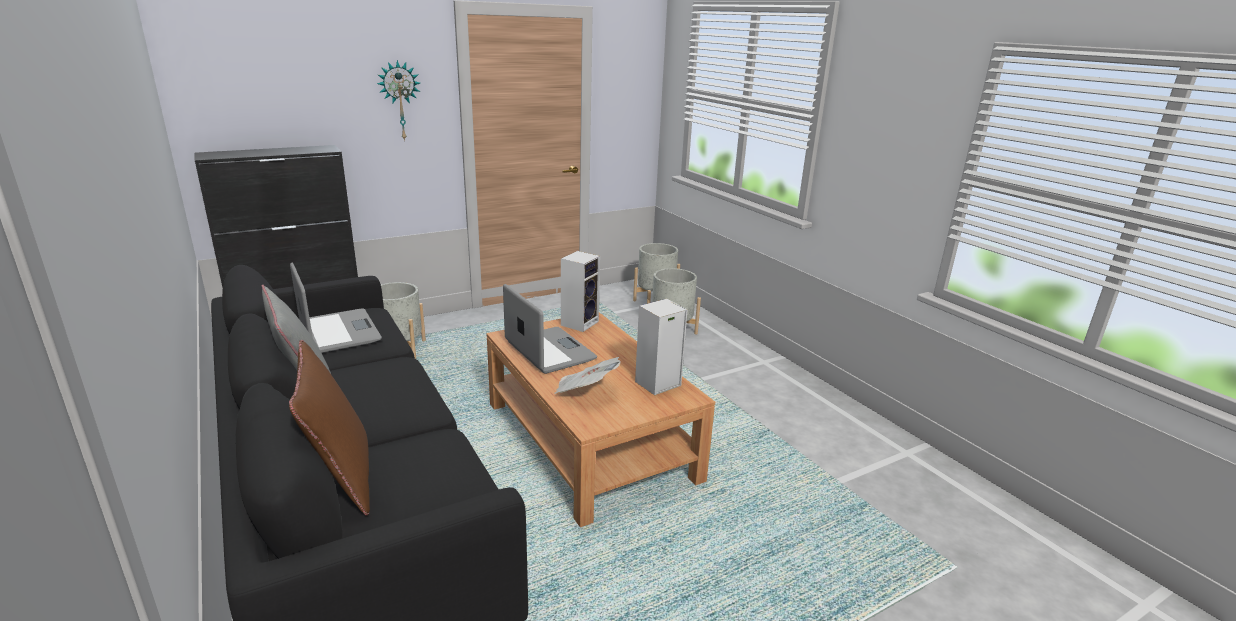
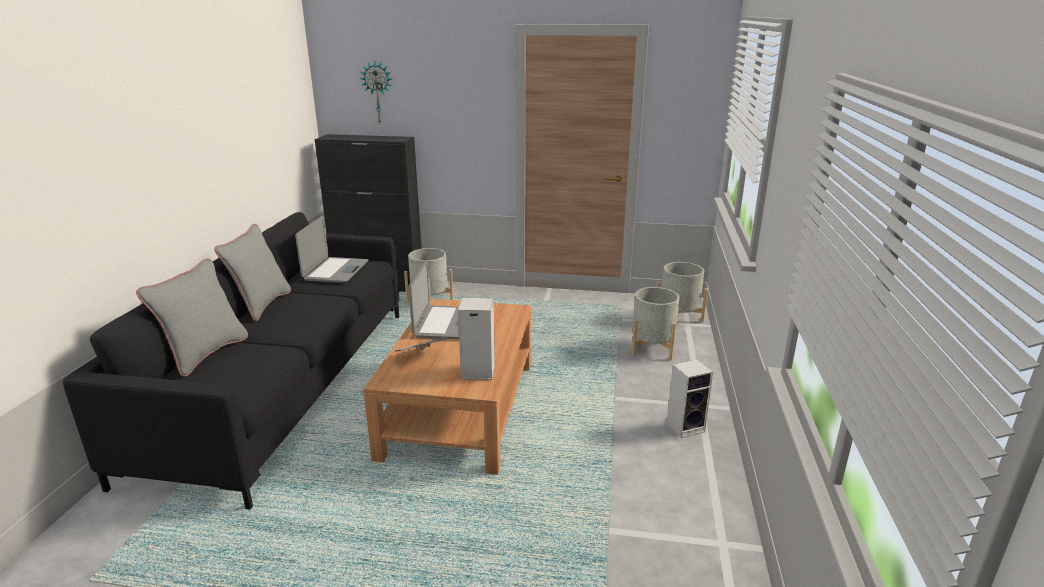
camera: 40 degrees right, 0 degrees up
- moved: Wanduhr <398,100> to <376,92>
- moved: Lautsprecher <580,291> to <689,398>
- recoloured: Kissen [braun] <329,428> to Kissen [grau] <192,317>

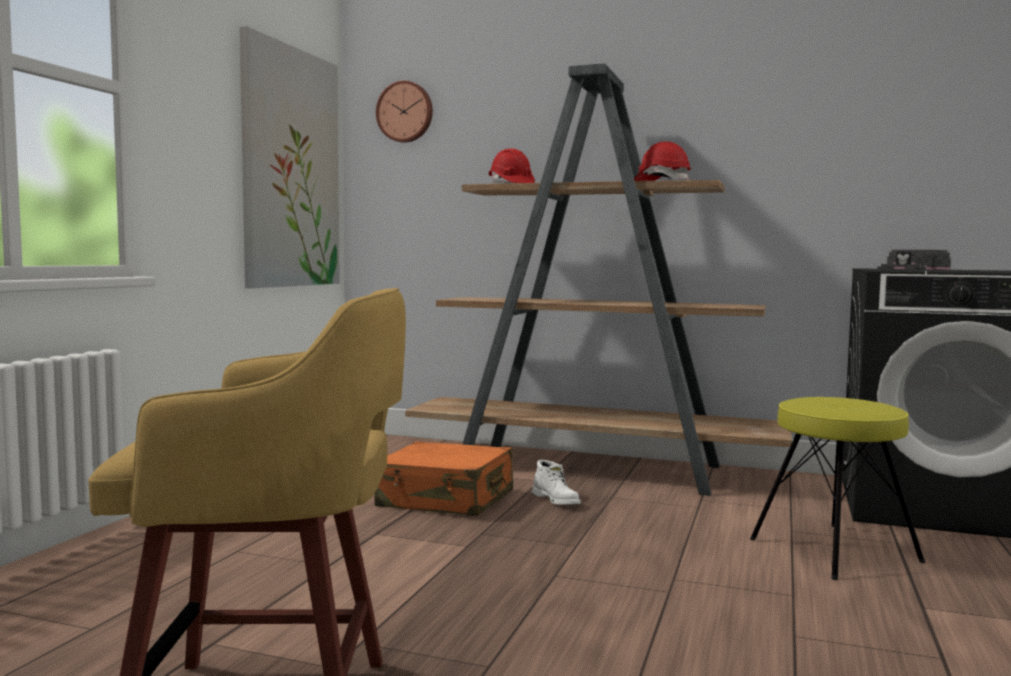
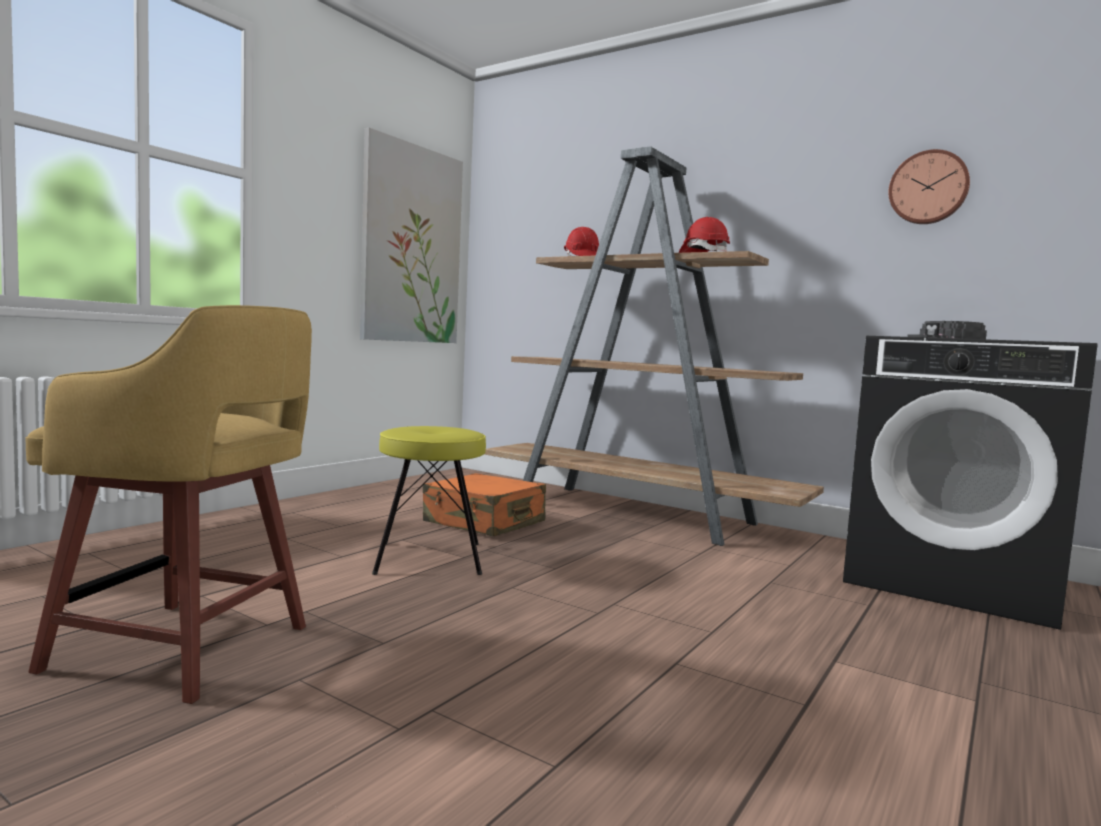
camera: 15 degrees right, 0 degrees up
- removed: Stiefel [weiß] <556,482>
- moved: Wanduhr <404,112> to <929,186>
- moved: Hocker [gelb] <837,488> to <429,500>

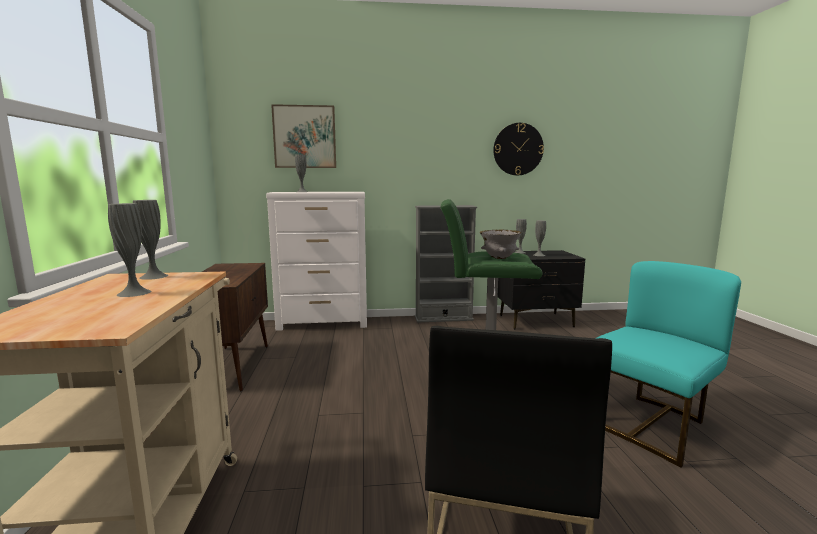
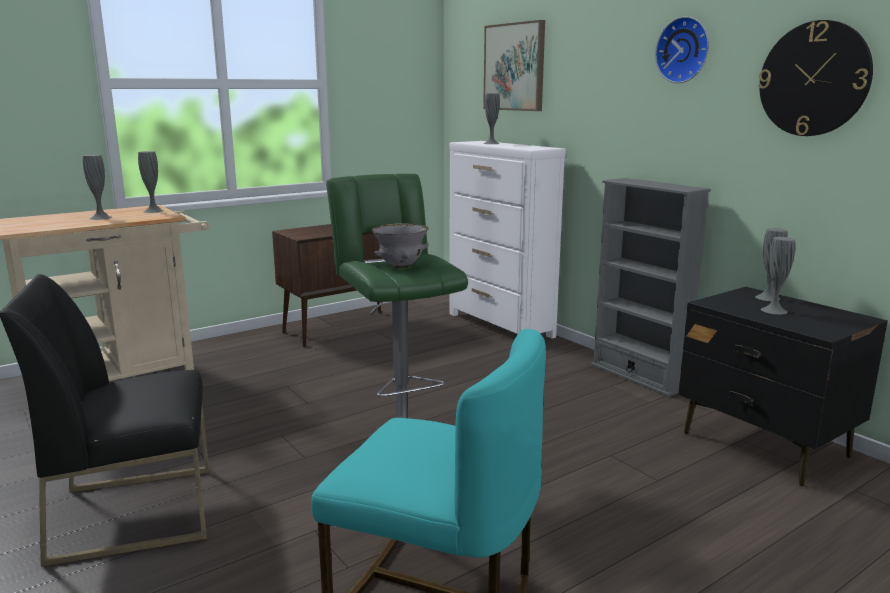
camera: 60 degrees right, 5 degrees up
- added: Wanduhr <682,49>

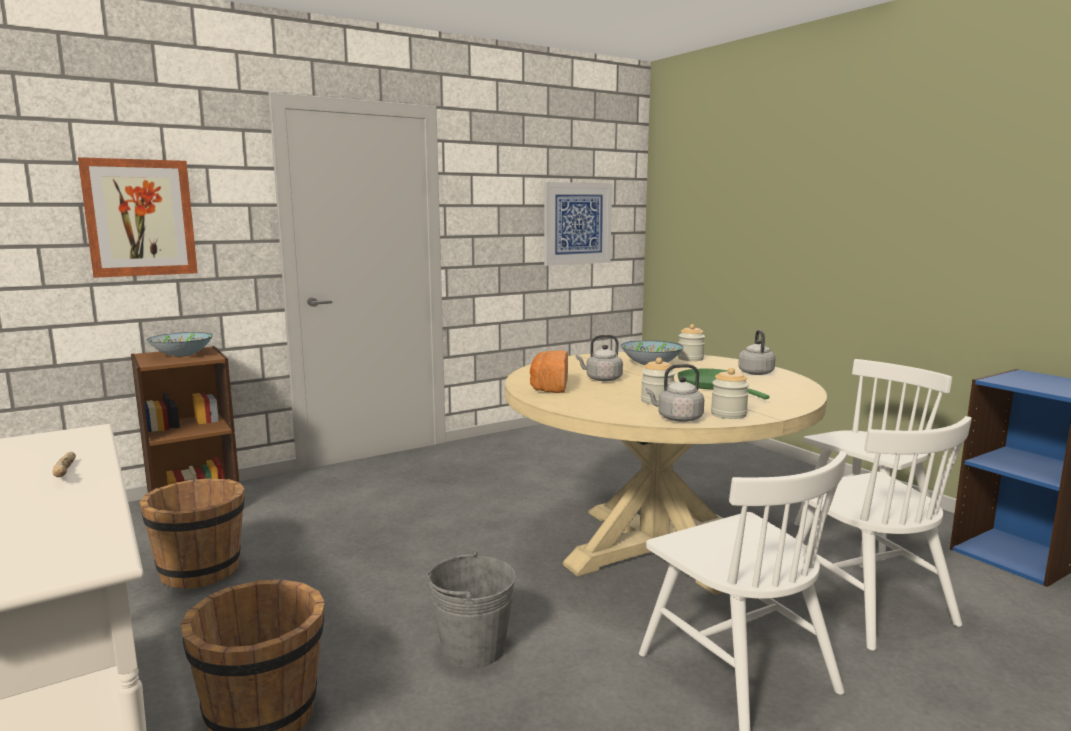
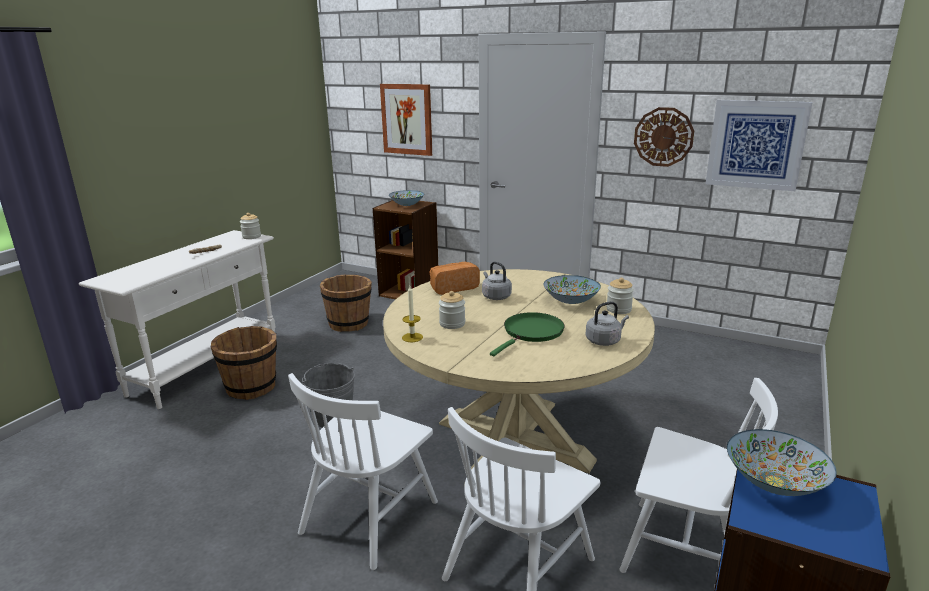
camera: 60 degrees right, 10 degrees up
- added: Wanduhr <664,137>
- added: Schüssel <782,462>
- moved: Vorratsglas <730,393> to <250,226>
- replaced: Wasserkessel [grau] <675,393> to Kerze <412,314>

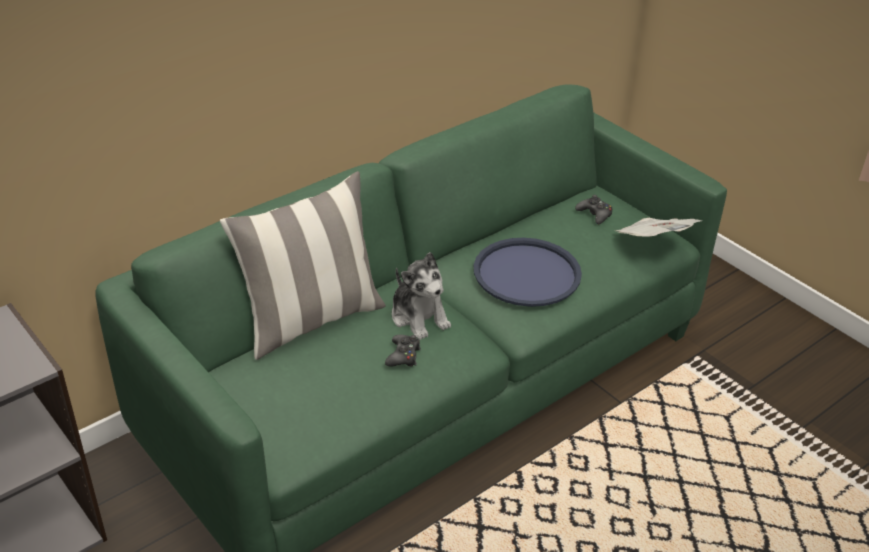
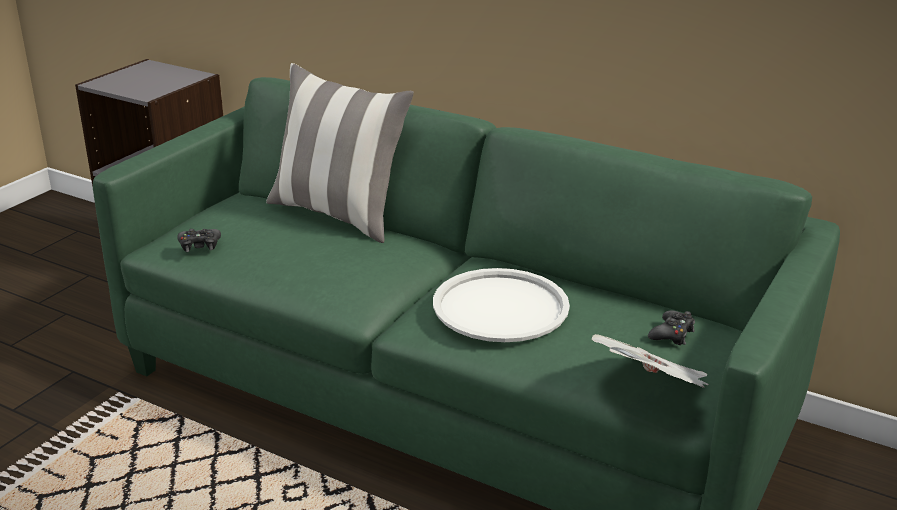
camera: 70 degrees right, 10 degrees down
- removed: Plüschtier <421,296>
- moved: Gamepad [schwarz] <403,350> to <199,240>
- recoloured: Tablett [blau] <528,272> to Tablett [weiß] <501,305>

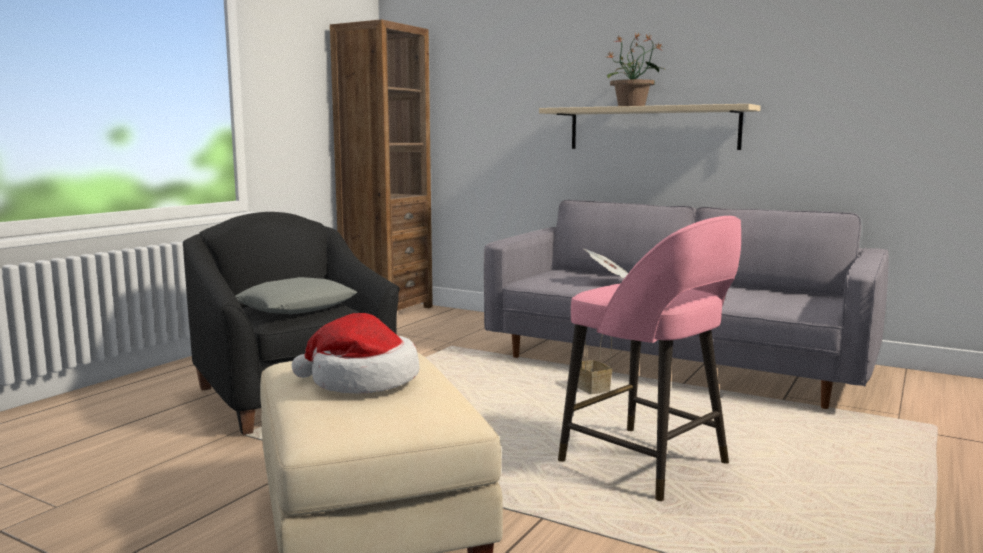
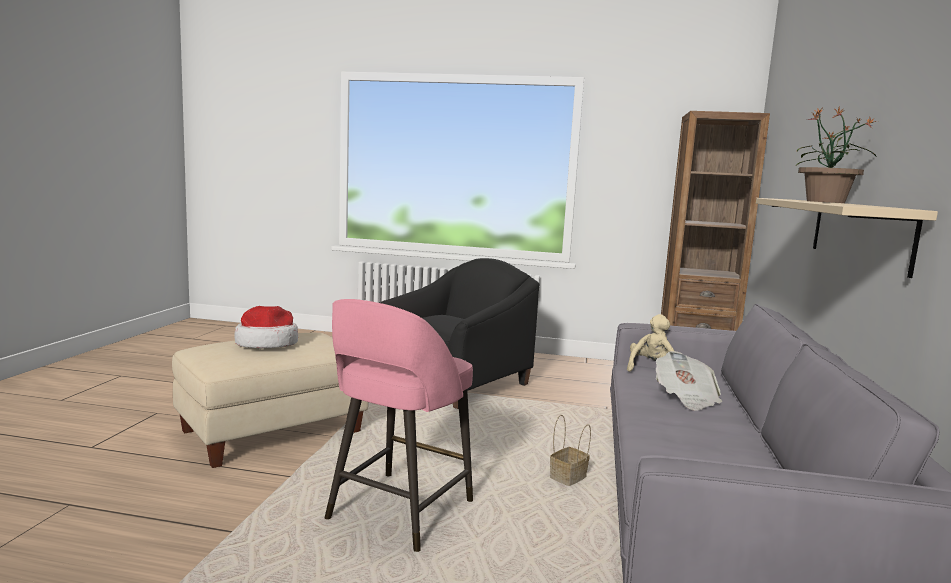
camera: 70 degrees right, 0 degrees up
- removed: Kissen [grau] <297,295>
- added: Plüschtier [beige] <650,343>

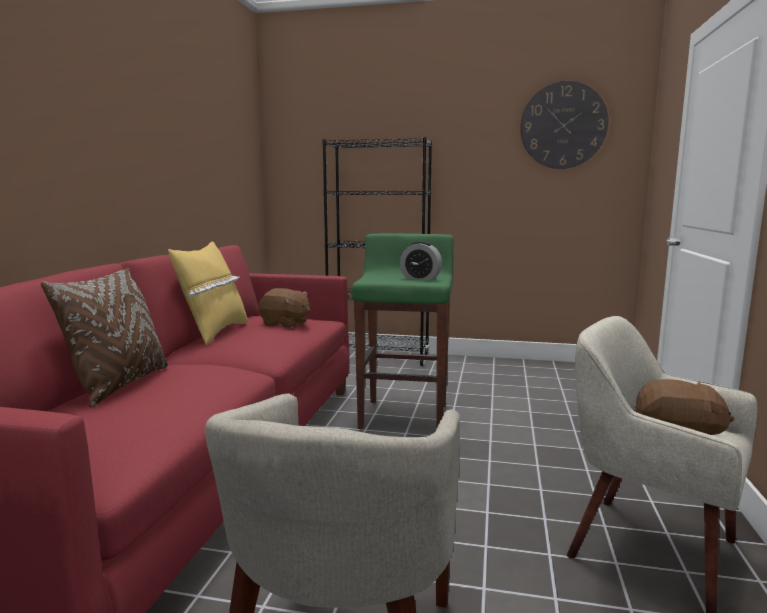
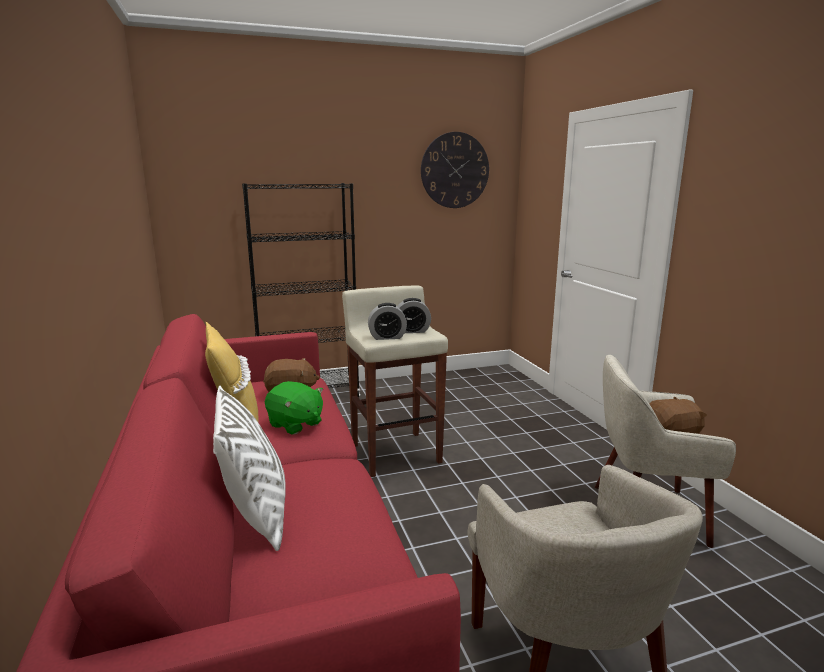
camera: 30 degrees left, 5 degrees up
- added: Plüschtier [grün] <294,407>
- added: Wecker <387,321>
- recoloured: Kissen [braun] <104,337> to Kissen [weiß] <249,468>
- recoloured: Hocker [grün] <403,331> to Hocker [beige] <395,381>

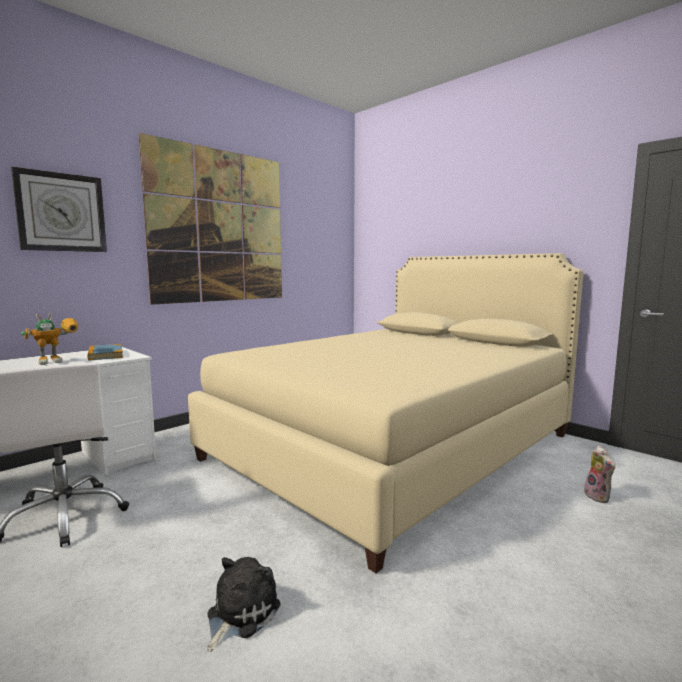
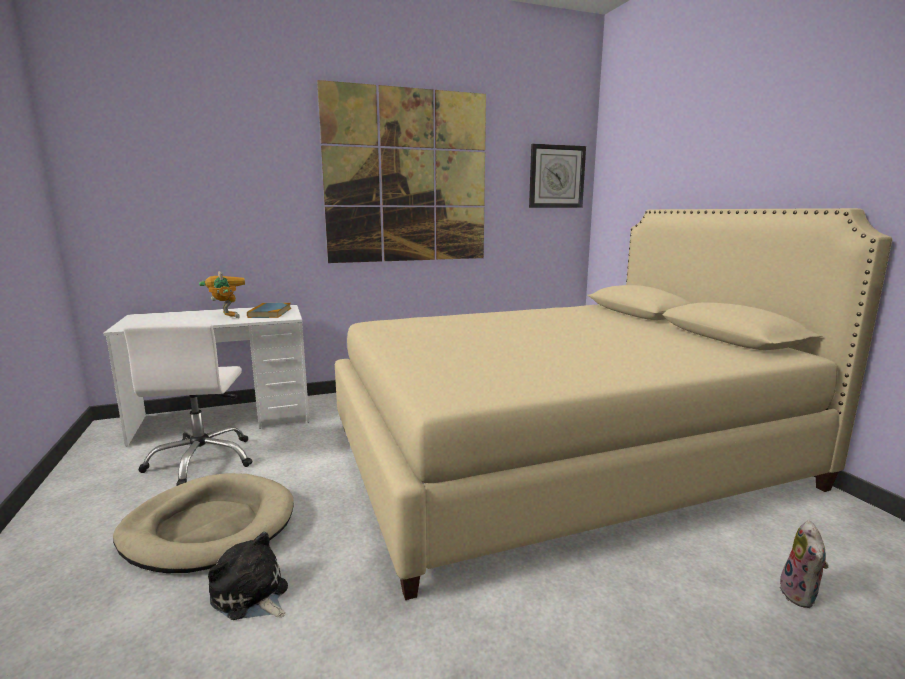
camera: 25 degrees right, 5 degrees up
- added: Hundebett [beige] <203,523>
- moved: Wanduhr <59,209> to <557,176>
- turned: Spielzeugroboter <49,339> = <222,294> 105 degrees counterclockwise
- turned: Plüschtier <244,604> = <248,576> 105 degrees counterclockwise

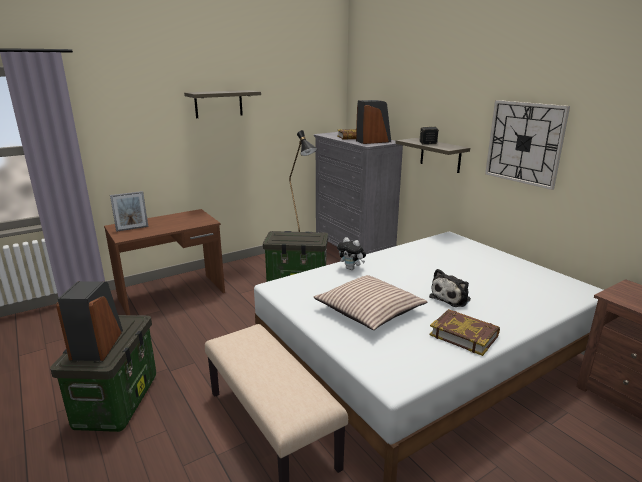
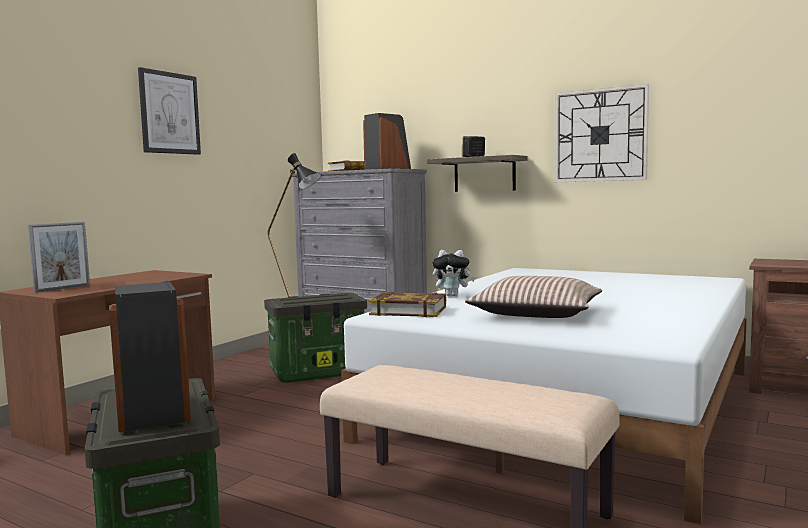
camera: 25 degrees left, 15 degrees down
- removed: Plüschtier <450,288>
- moved: Buch <465,332> to <407,304>
- replaced: Wandregal <222,104> to Bild <169,111>

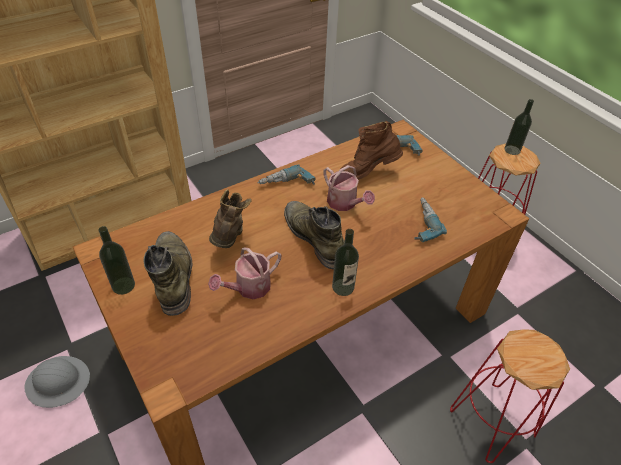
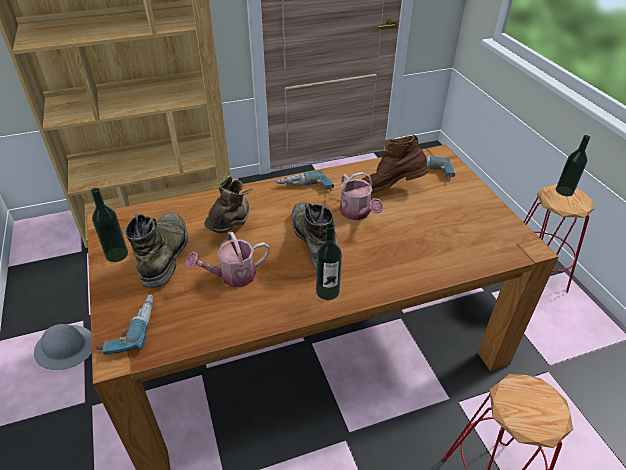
camera: 15 degrees right, 5 degrees down
- moved: Bohrmaschine <430,220> to <124,324>

